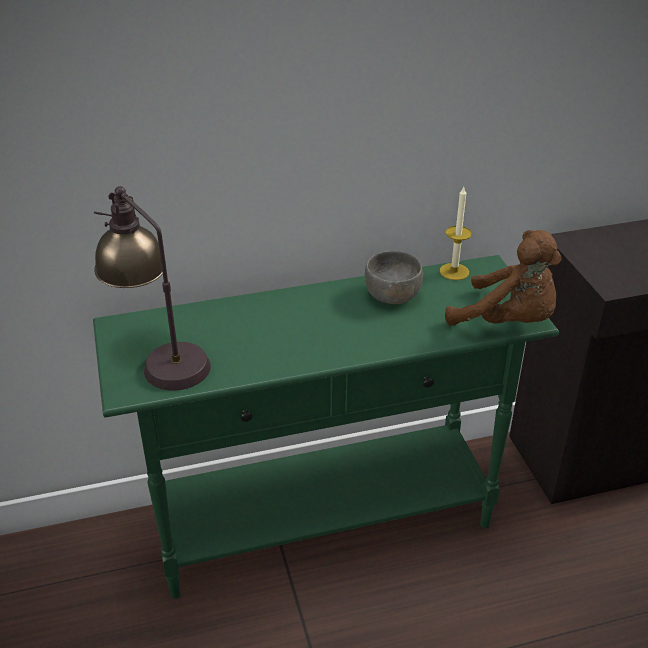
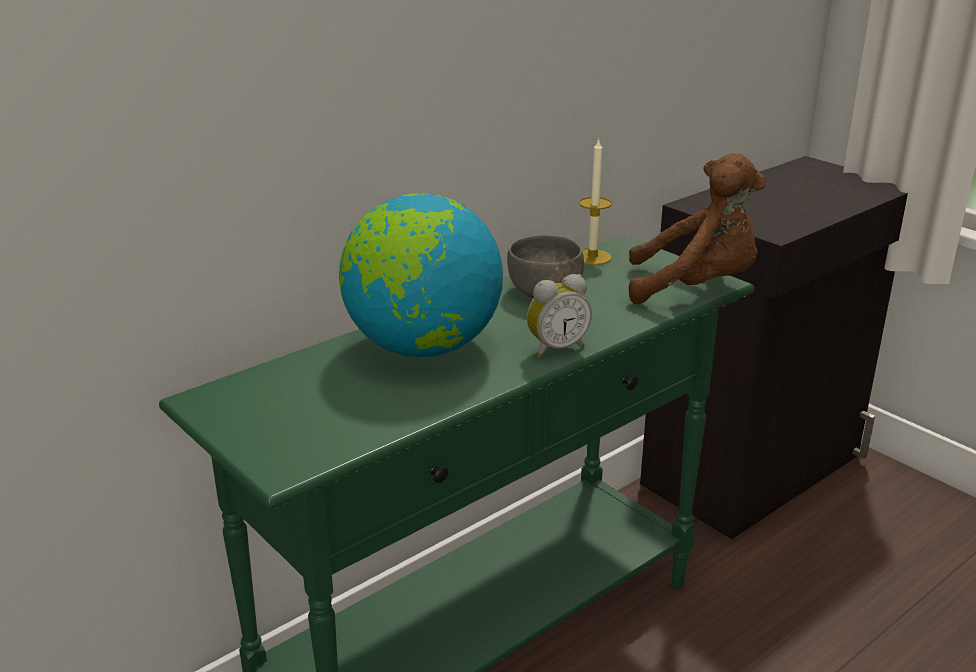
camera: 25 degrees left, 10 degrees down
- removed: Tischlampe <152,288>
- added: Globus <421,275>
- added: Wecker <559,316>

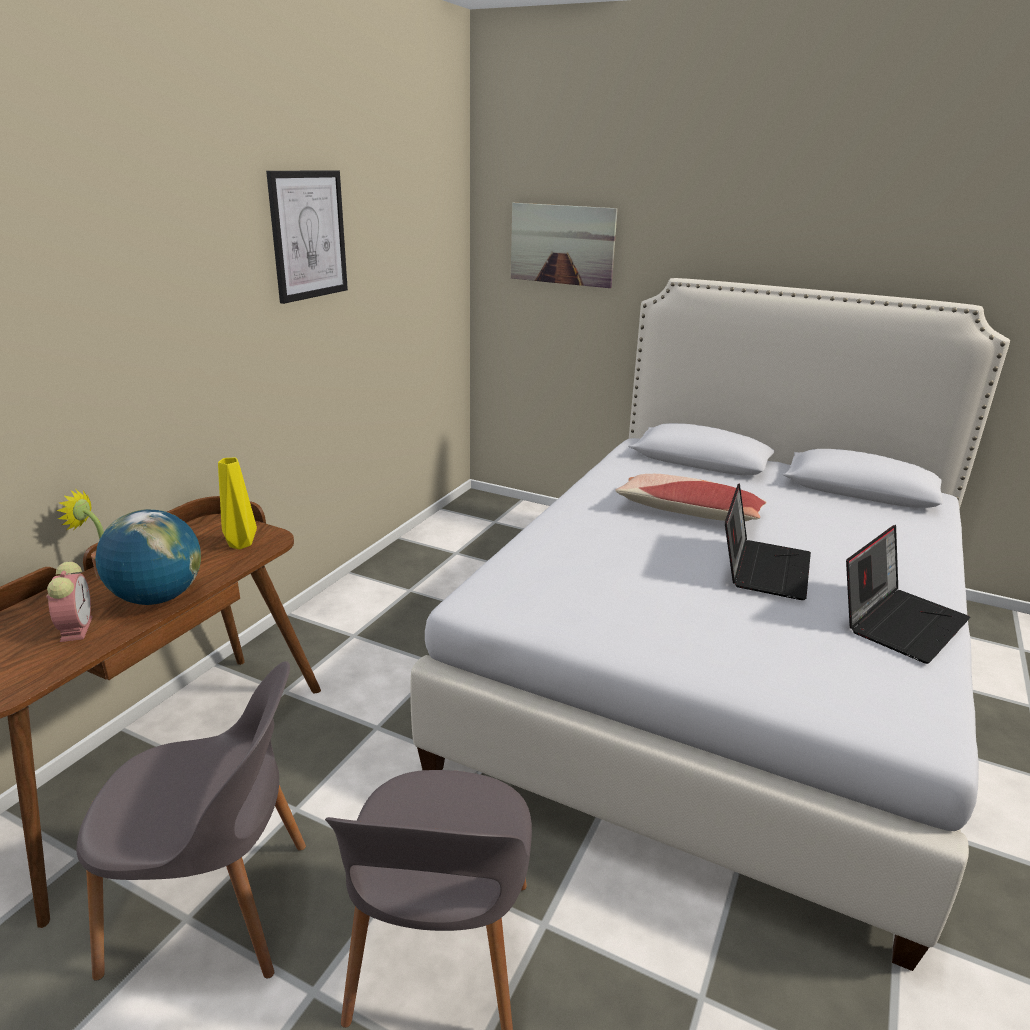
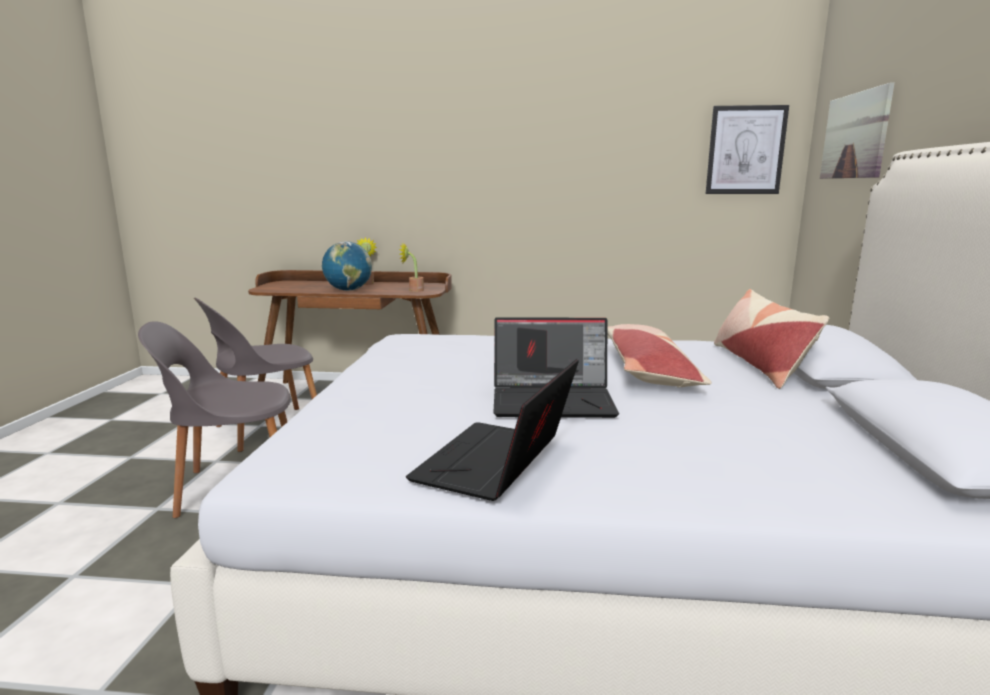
camera: 70 degrees right, 10 degrees down
- removed: Wecker <69,602>
- added: Kissen <772,339>
- moved: Bild <307,237> to <747,149>
- replaced: Vase [gelb] <237,503> to Topfpflanze <411,267>
- turned: Stuhl [grau] <191,821> = <255,375> 75 degrees clockwise
- turned: Laptop <908,594> = <492,430> 90 degrees clockwise

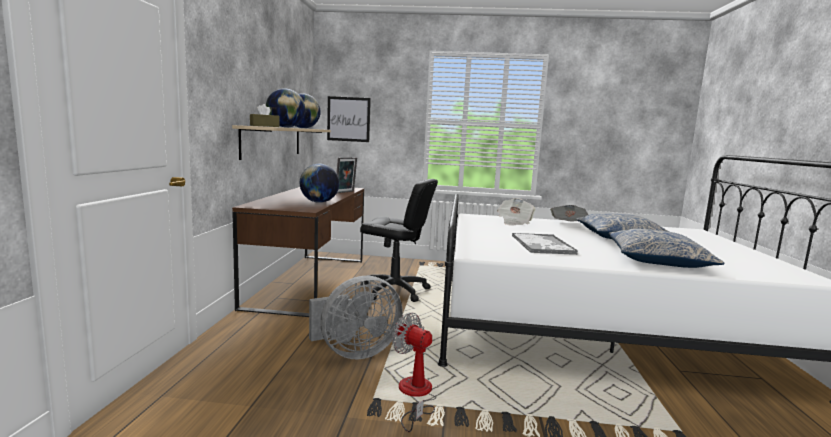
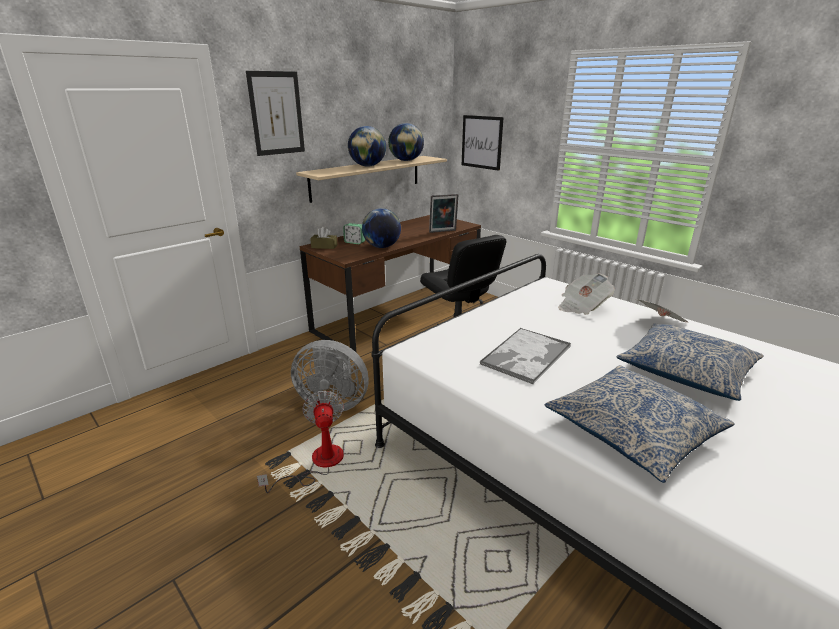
camera: 40 degrees right, 15 degrees up
- added: Bild <275,113>
- added: Wecker <354,233>
- moved: Taschentuchbox [braun] <264,115> to <323,238>

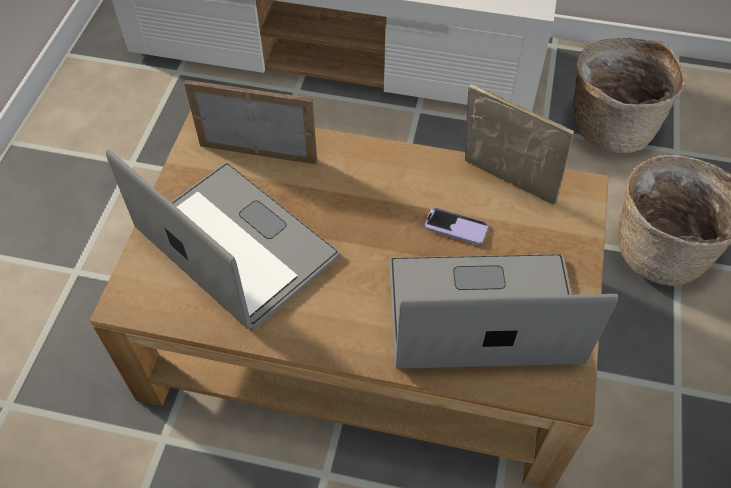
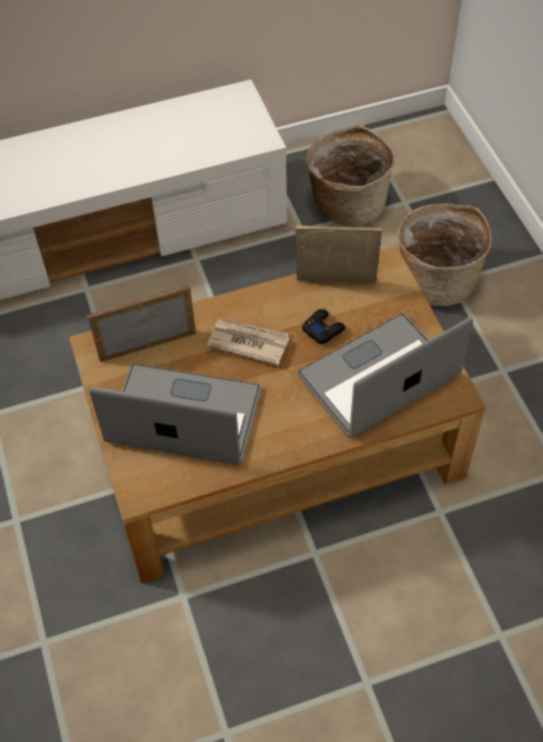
camera: 30 degrees left, 0 degrees up
- added: Zeitung <248,343>
- replaced: Handy <456,226> to Gamepad [schwarz] <323,326>

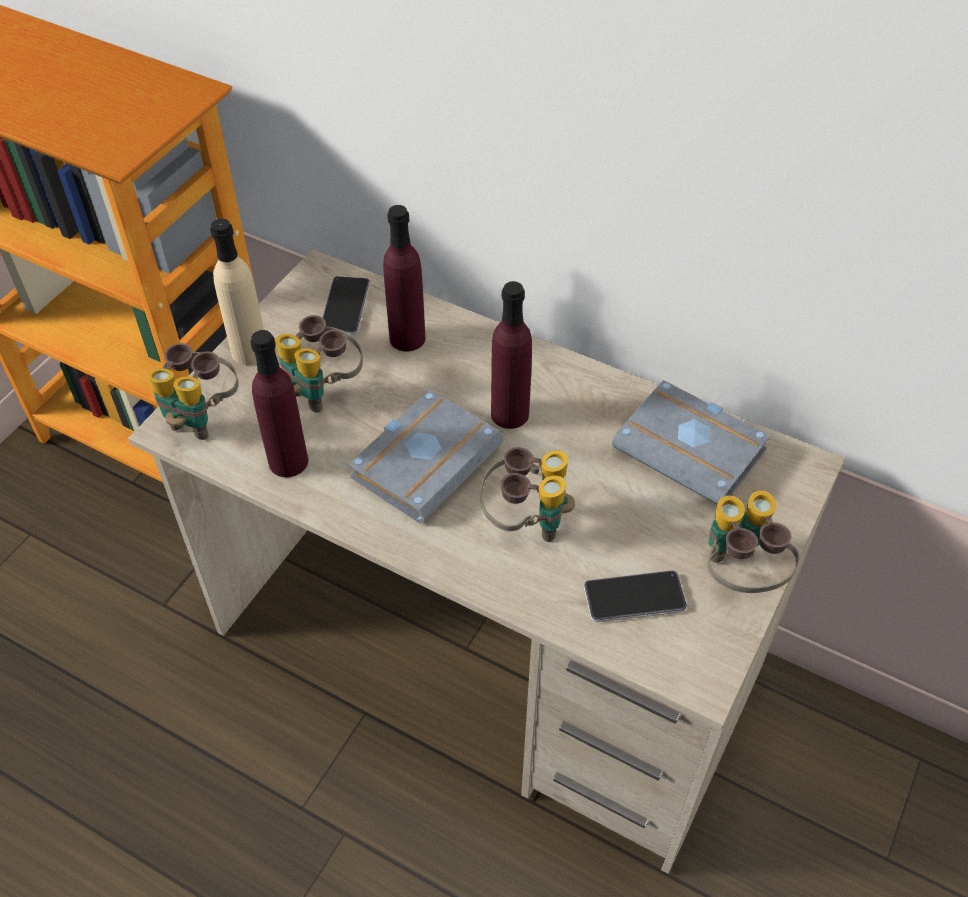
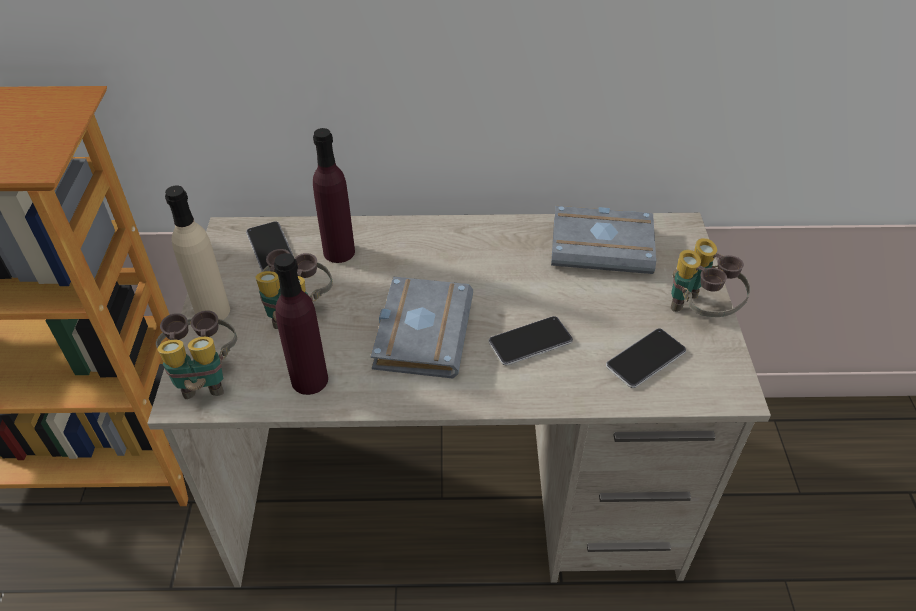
camera: 30 degrees left, 5 degrees down
- removed: Flasche [lila] <511,355>
- replaced: Fernglas <527,494> to Handy <531,341>

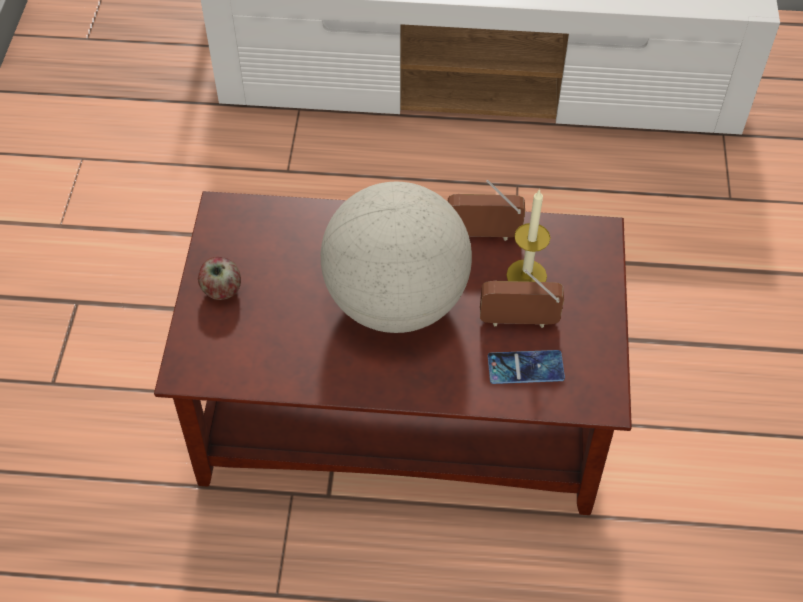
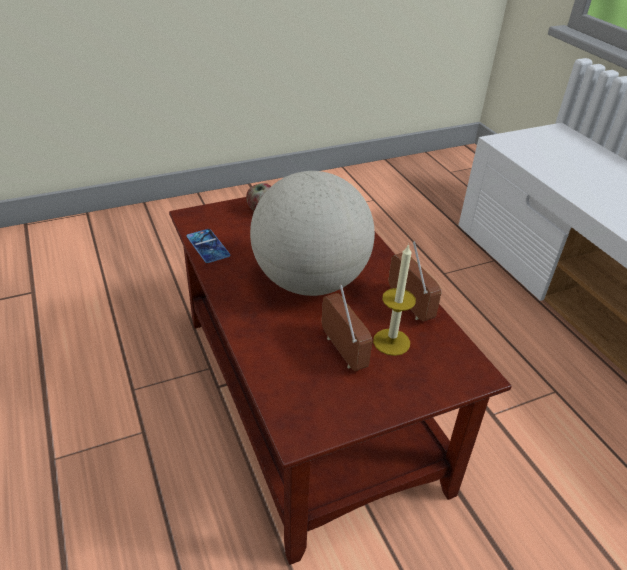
camera: 60 degrees right, 15 degrees down
- moved: Handy <526,367> to <208,246>

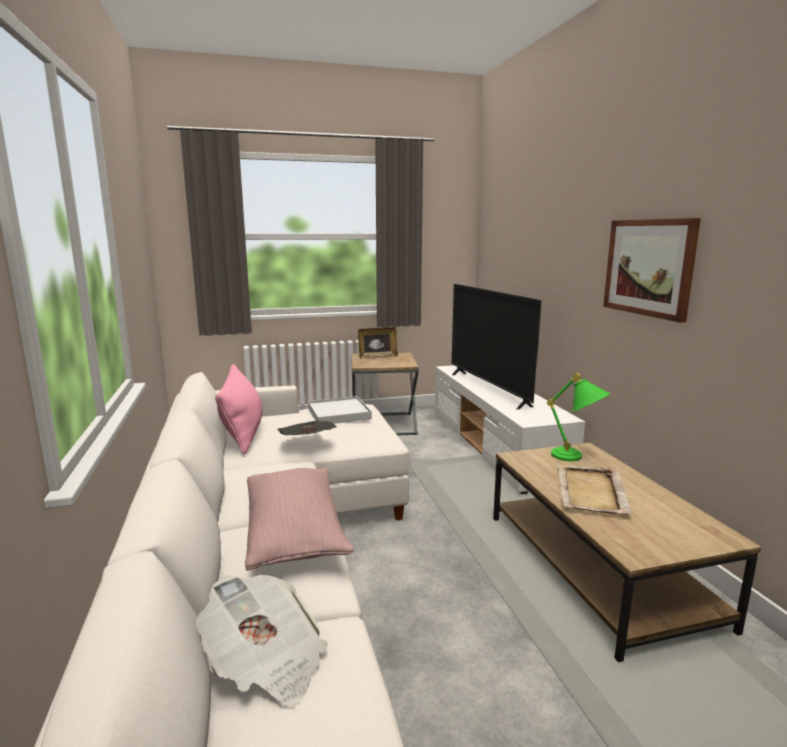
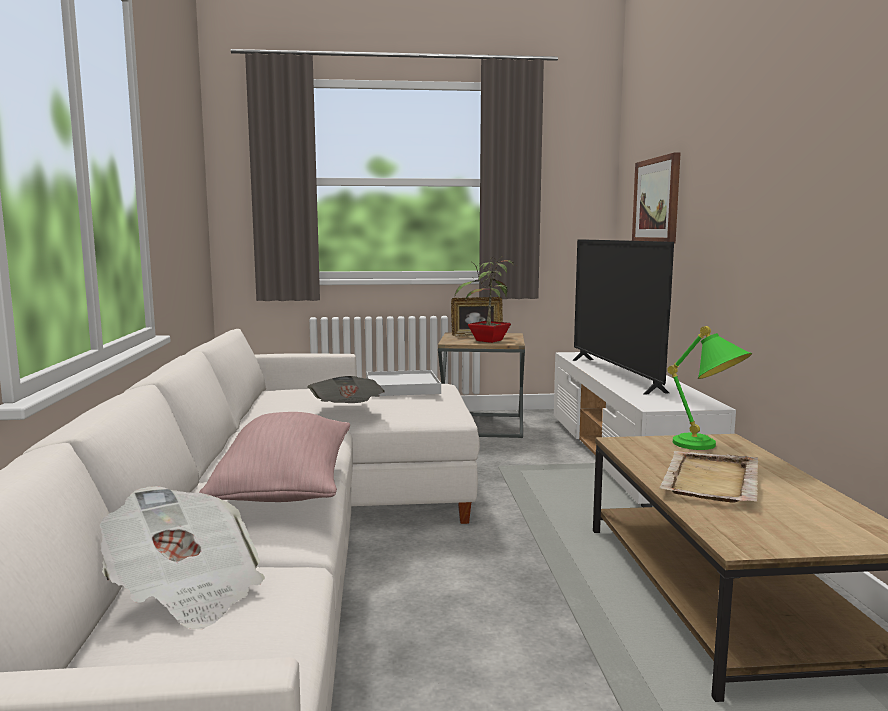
camera: 10 degrees right, 5 degrees down
- removed: Kissen [rosa] <239,409>
- added: Topfpflanze <485,299>
- moved: Bild <652,270> to <656,197>

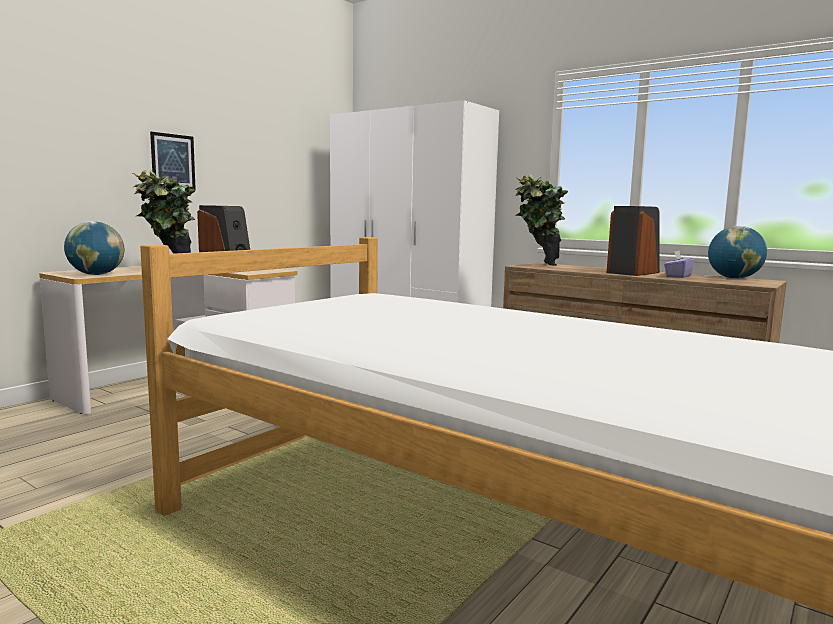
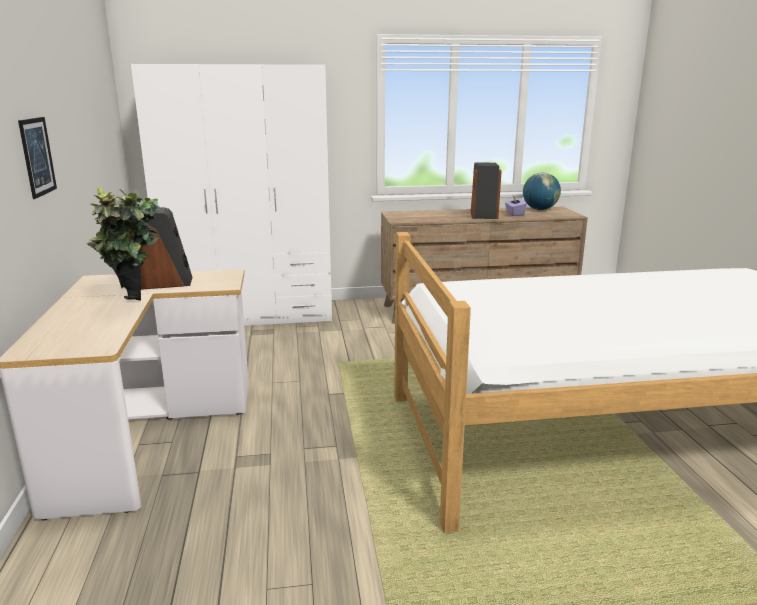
camera: 45 degrees left, 10 degrees up
- removed: Globus <94,248>
- removed: Topfpflanze <541,220>

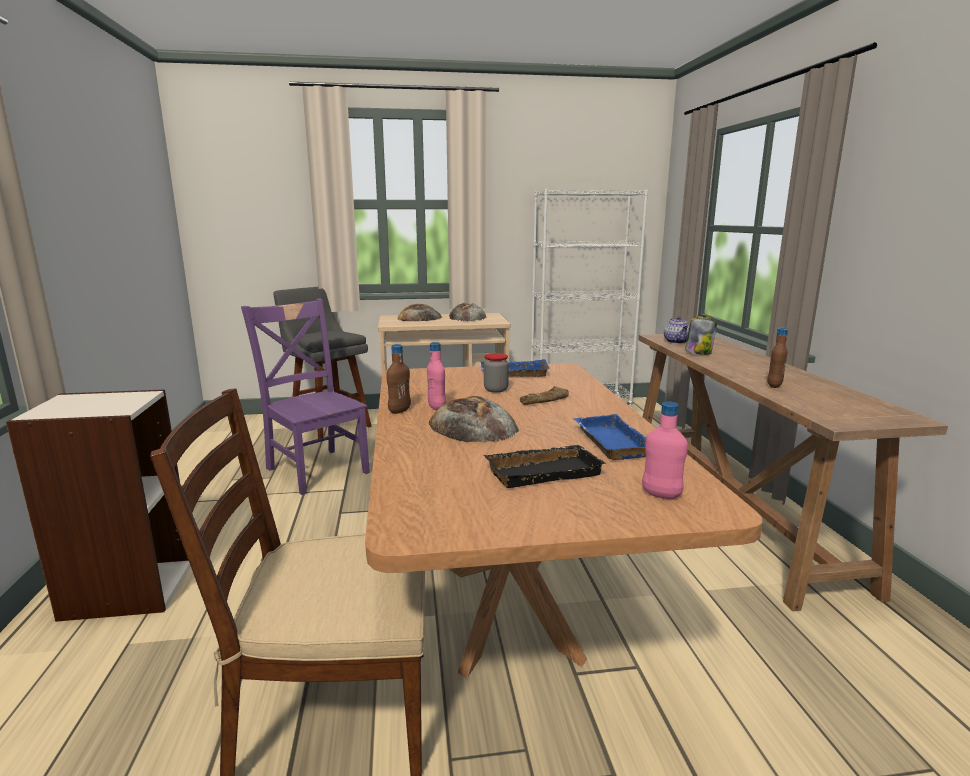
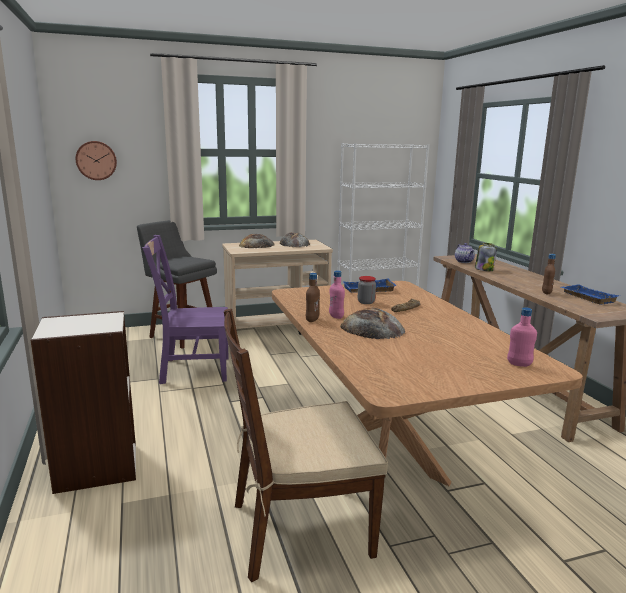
camera: 10 degrees left, 0 degrees up
- removed: Tablett [schwarz] <545,466>
- added: Wanduhr <96,160>
- moved: Tablett [blau] <609,437> to <590,294>
- turned: Stuhl [lila] <305,396> = <185,309> 45 degrees counterclockwise

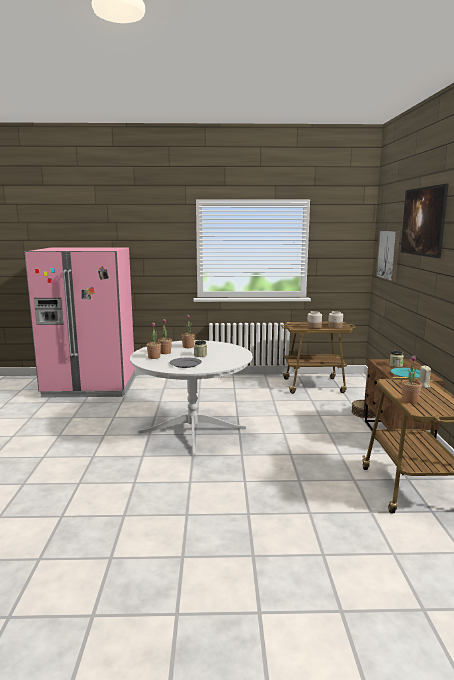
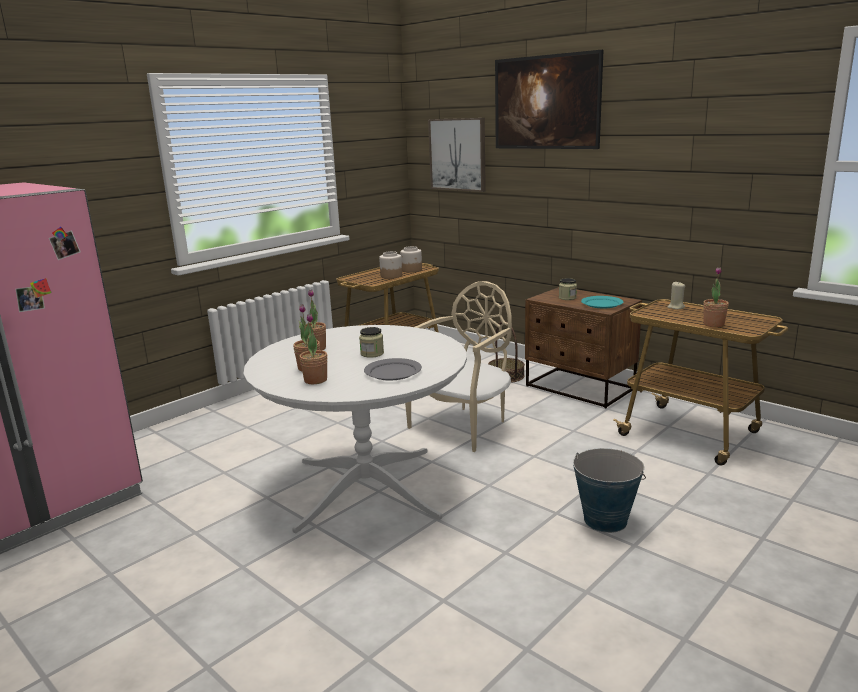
camera: 45 degrees left, 5 degrees up
- added: Stuhl [beige] <458,366>
- added: Eimer <609,490>

